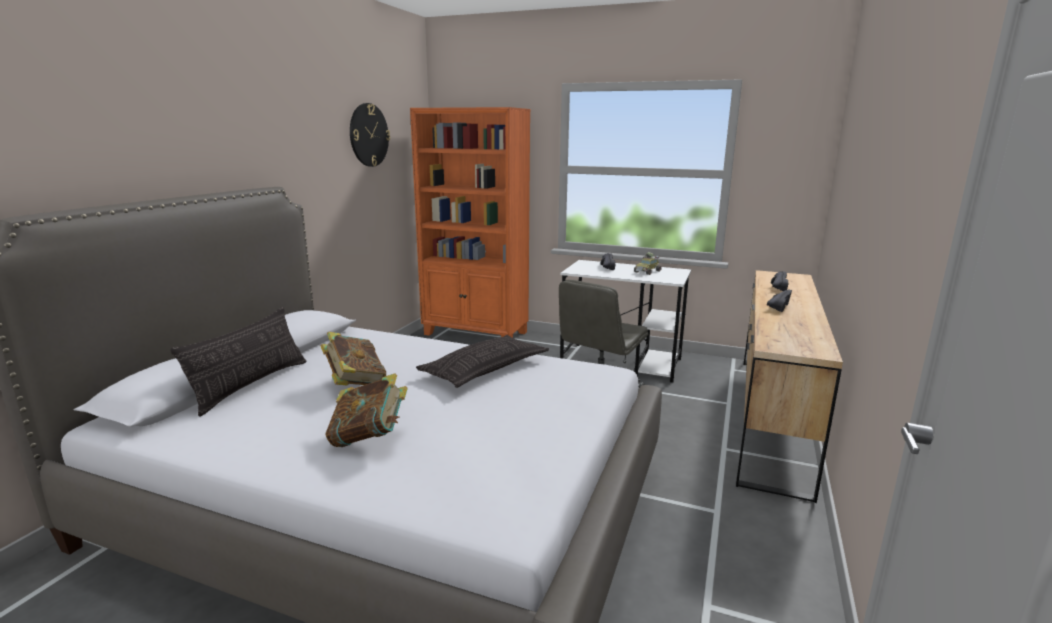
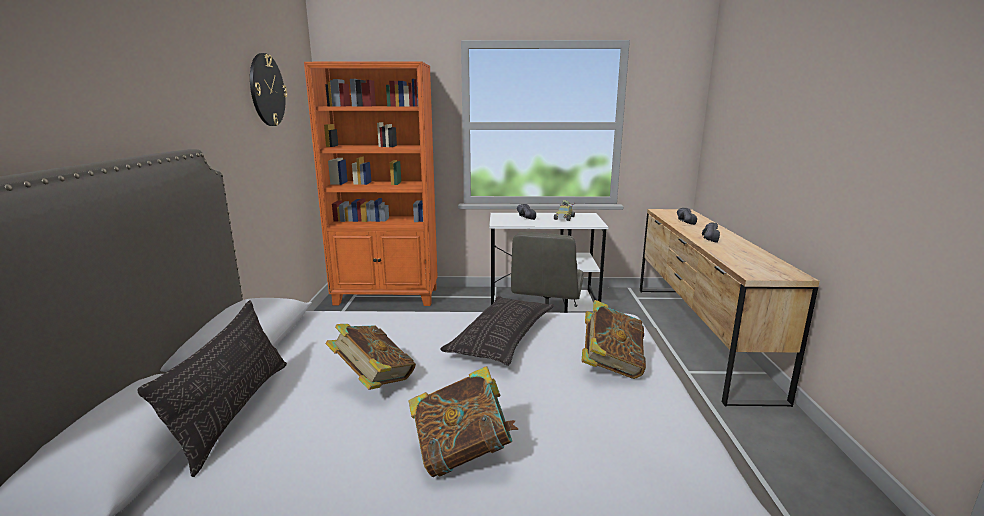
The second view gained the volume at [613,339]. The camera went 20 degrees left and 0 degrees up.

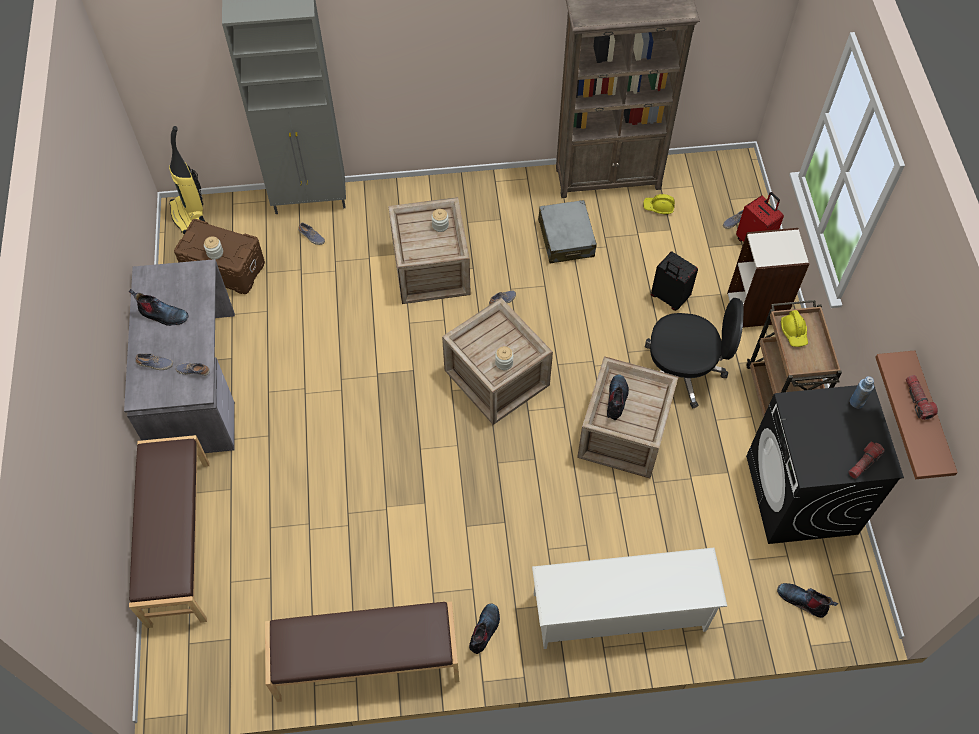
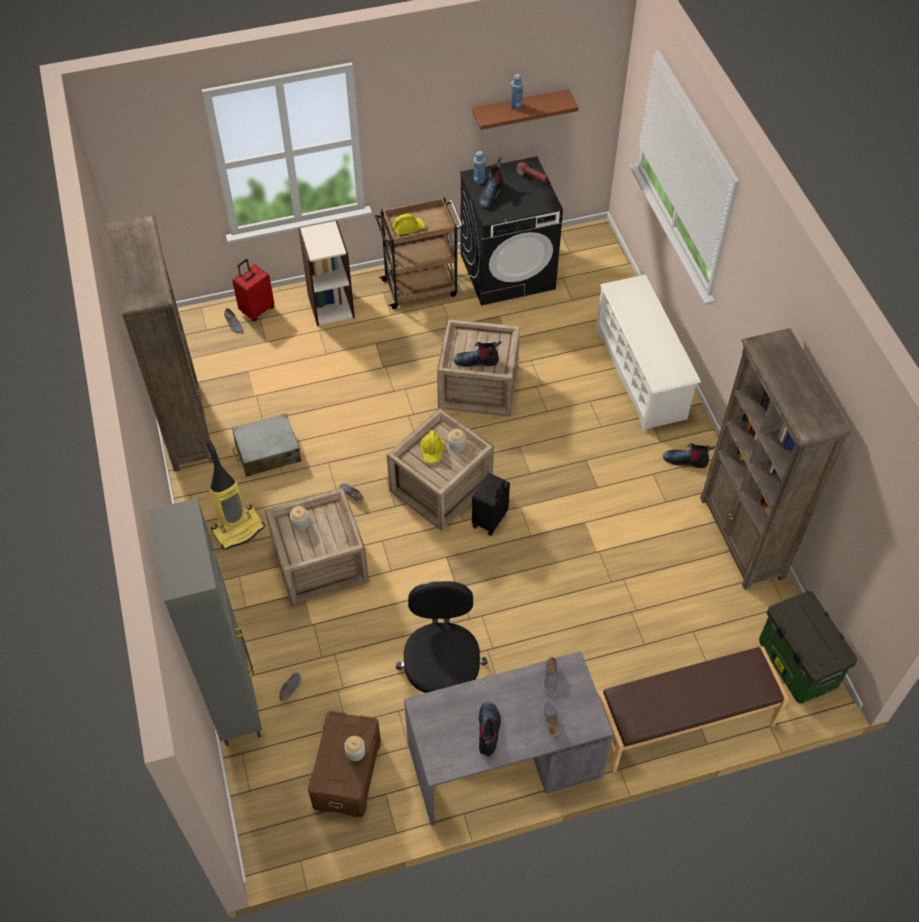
The vacuum cleaner ended up elsewhere, having gone from [187,180] to [235,495]. The desk chair/blackish ended up elsewhere, having gone from [694,353] to [442,637]. The hard hat/yellow ended up elsewhere, having gone from [659,204] to [432,447]. The piece of luggage/blackish ended up elsewhere, having gone from [674,281] to [491,504]. The boot ended up elsewhere, having gone from [807,600] to [490,182]. Where the torch stood at [922,397], the bottle/blue came to stand at [516,92]. Where the long seat/brown stood at [362,651], the bookcase/brown came to stand at [775,459]. The second view gained the storage box at [808,647]. The camera went 100 degrees left and 5 degrees down.

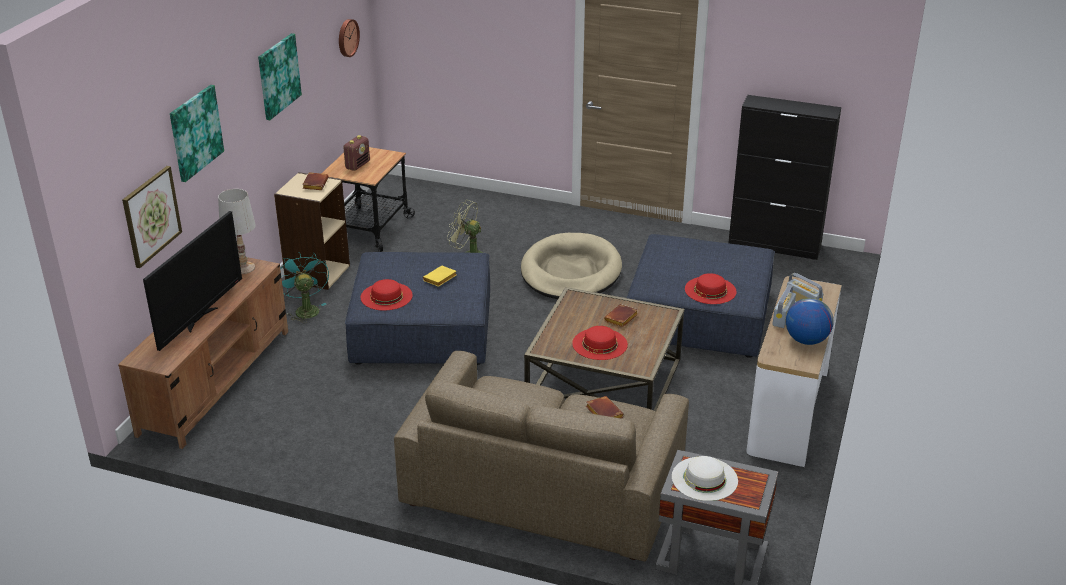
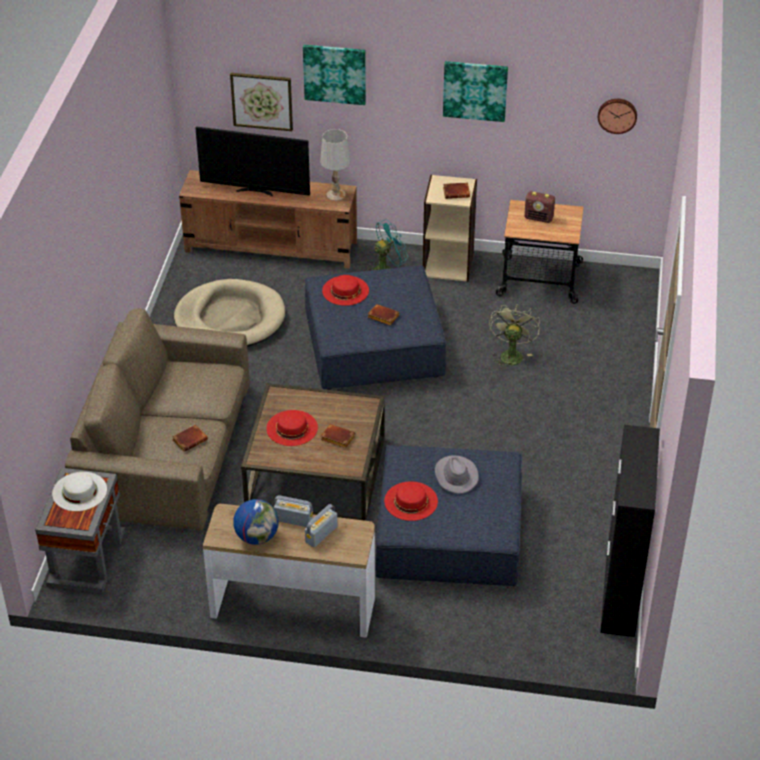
The dog cushion/beige ended up elsewhere, having gone from [571,266] to [229,312]. What was the volume/yellow at [439,276] turned into the volume/brown at [383,314]. The second view gained the wearable hat/grey at [457,475]. The camera went 80 degrees right and 10 degrees up.

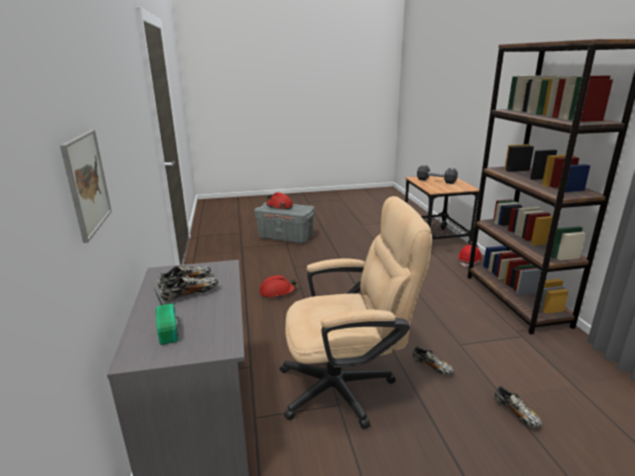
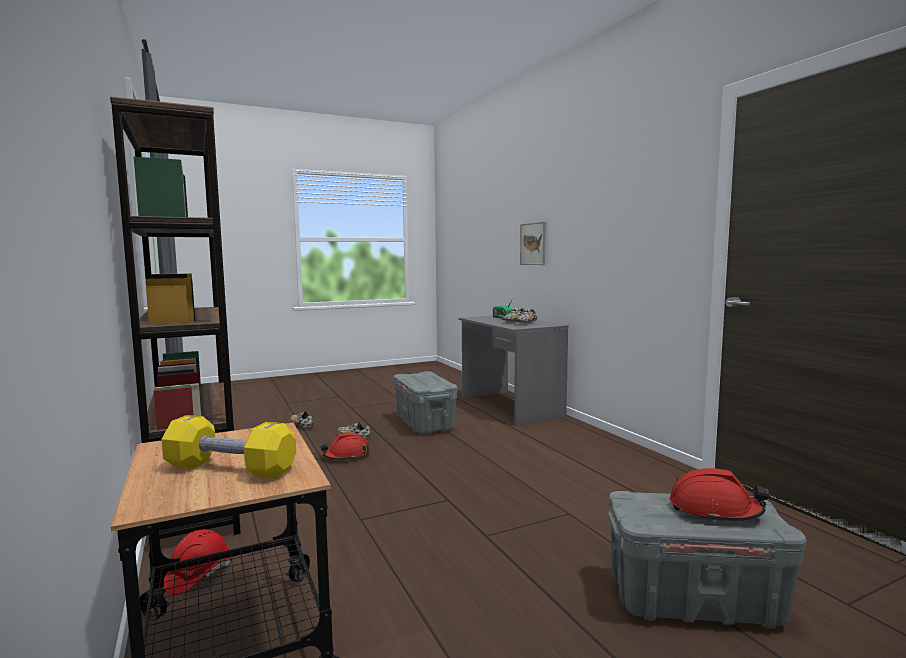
What was the dumbbell/blackish at [437,174] turned into the dumbbell/yellow at [228,447]. The hard hat/red ended up elsewhere, having gone from [278,287] to [345,446]. Where the desk chair/beige stood at [356,312], the storage box/grey came to stand at [426,402]. The camera went 165 degrees right and 15 degrees down.

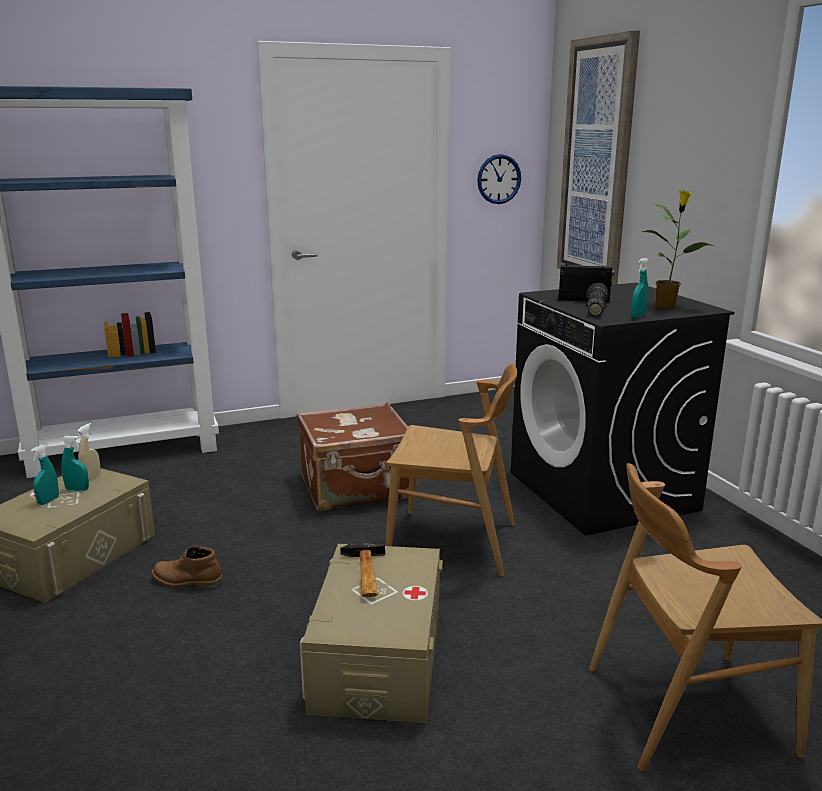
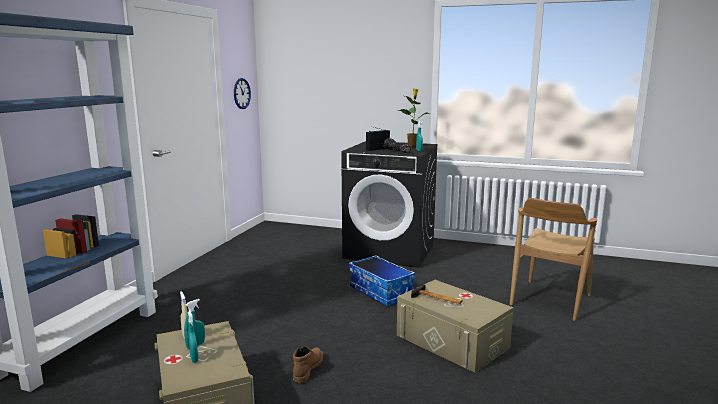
The boot/brown at [187,567] ended up facing another way, 150 degrees clockwise from before. Where the upright chair/brown stood at [451,469], the storage box came to stand at [382,280]. The second view lost the piece of luggage/brown at [353,456]. The second view lost the picture at [598,157]. The camera went 50 degrees left and 5 degrees down.

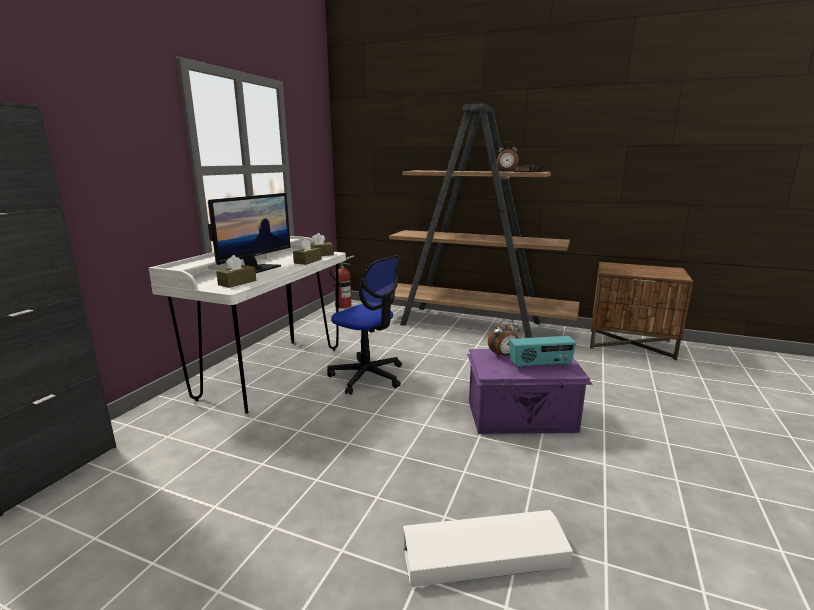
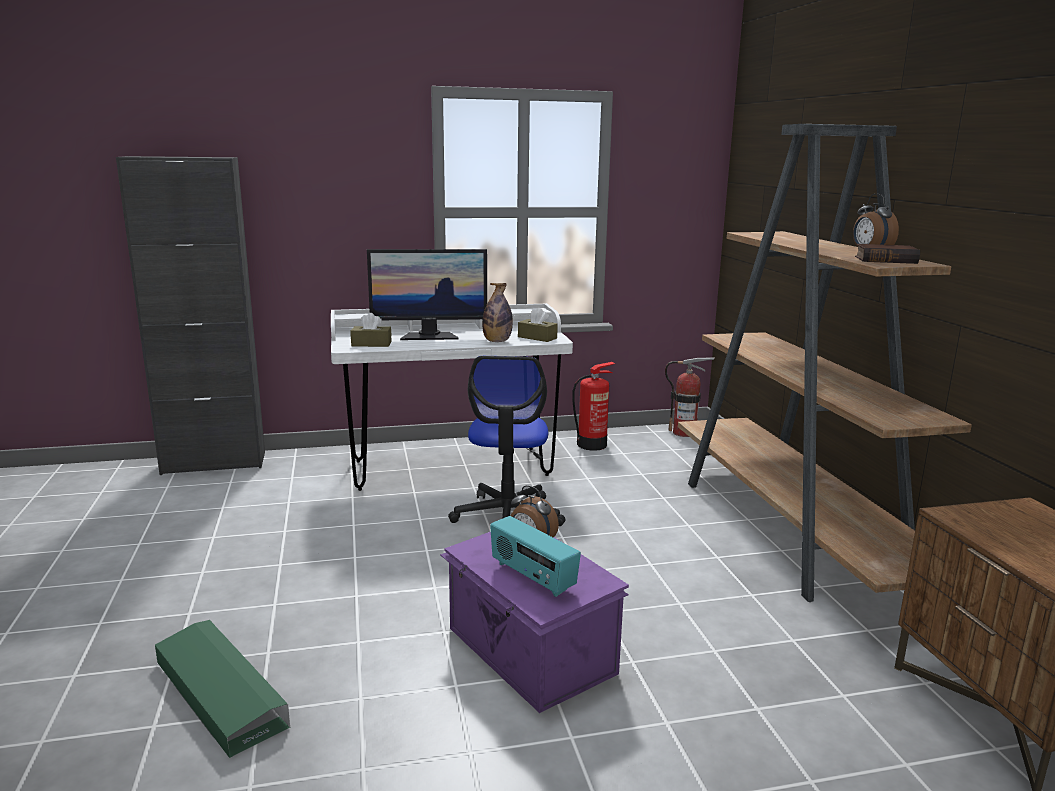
What was the storage box/white-coloured at [488,549] turned into the storage box/greenish at [222,689]. Where the tissue holder/brown stood at [307,251], the bottle came to stand at [497,312]. The second view gained the fire-fighting cylinder at [593,406]. The camera went 55 degrees right and 0 degrees up.

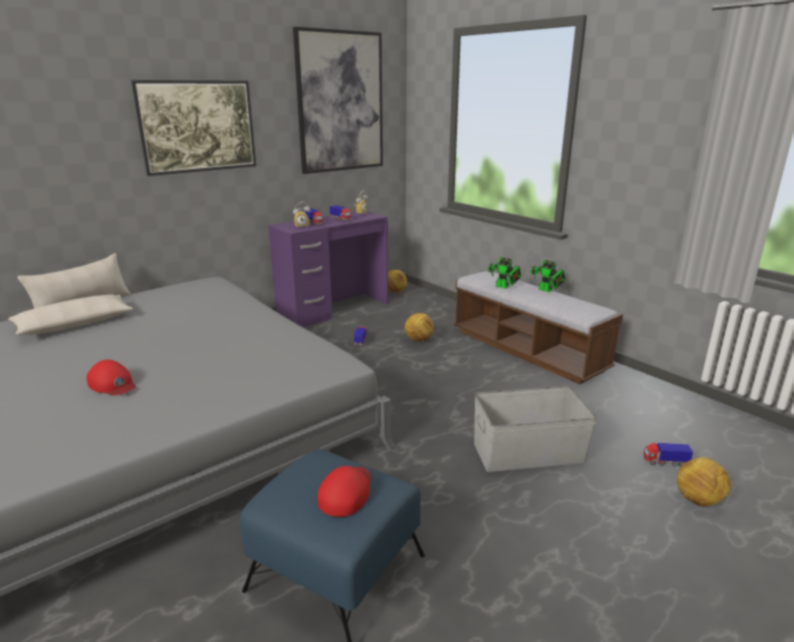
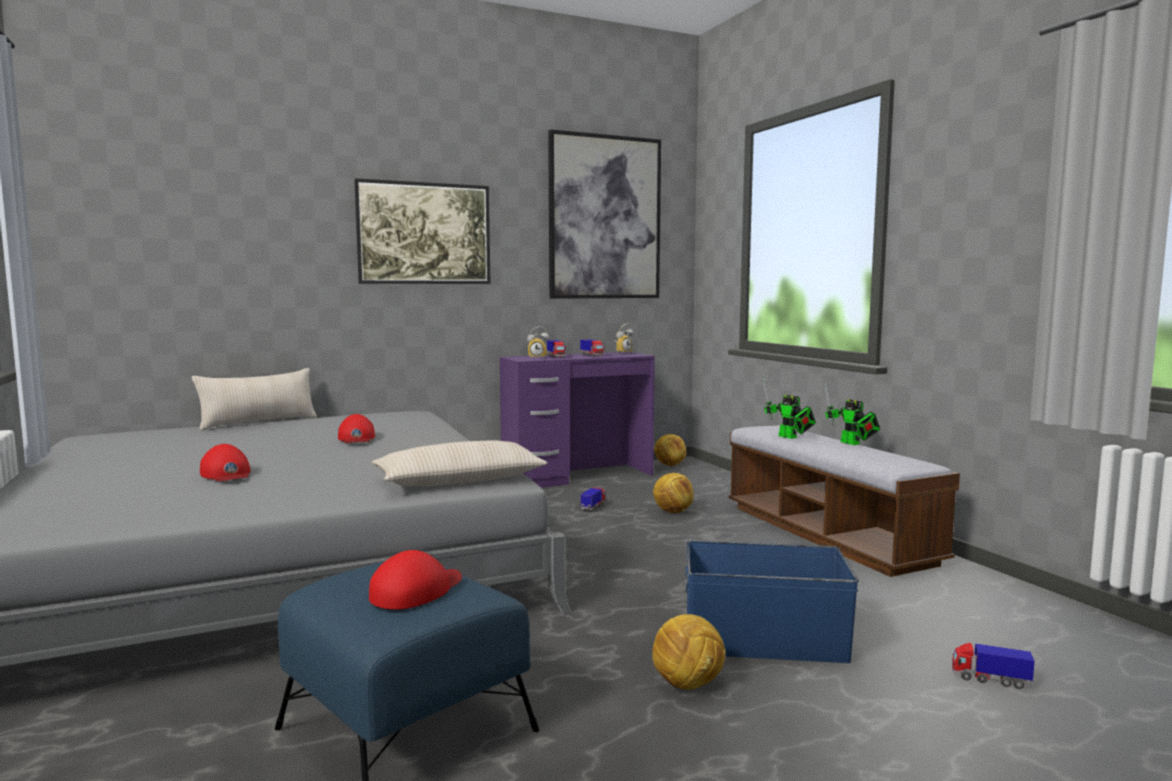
The second view gained the cap/red at [356,428]. The pillow/beige ended up elsewhere, having gone from [70,315] to [460,463]. The football ball ended up elsewhere, having gone from [704,481] to [689,652]. What was the storage box/grey at [535,429] turned into the storage box/blue at [772,602]. The camera went 15 degrees right and 15 degrees down.

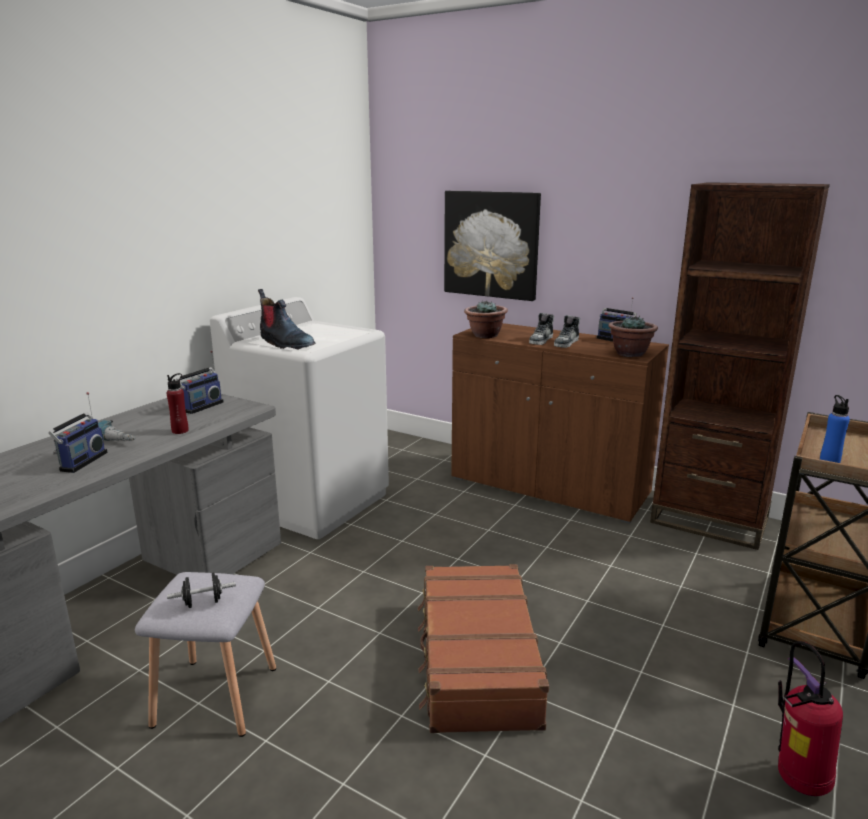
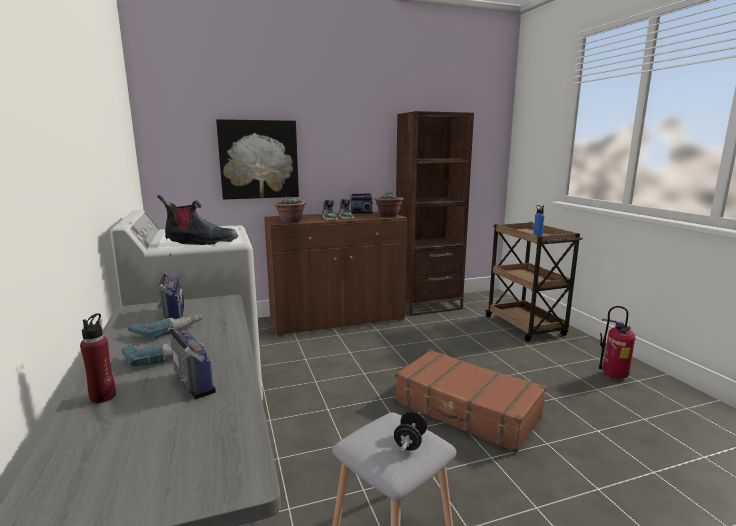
The bottle/red ended up elsewhere, having gone from [177,403] to [98,358]. The second view gained the power drill at [165,326]. The camera went 50 degrees left and 5 degrees down.

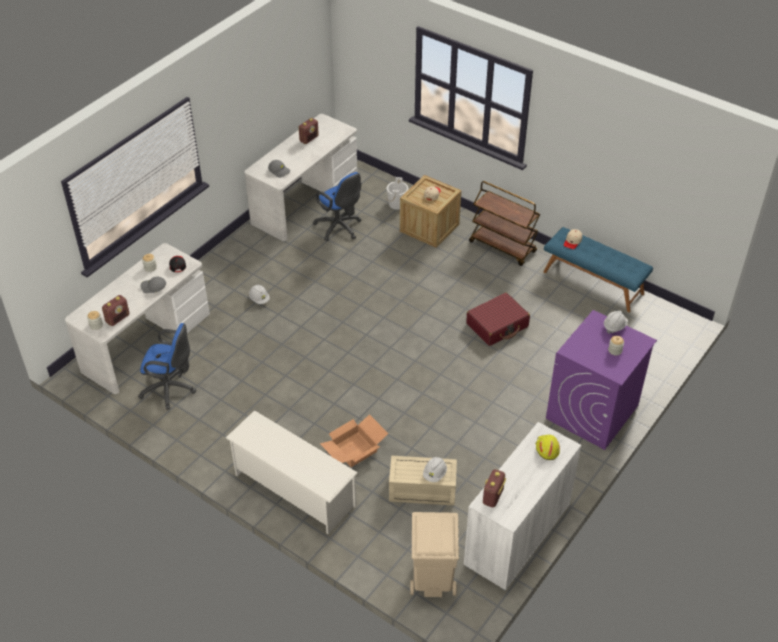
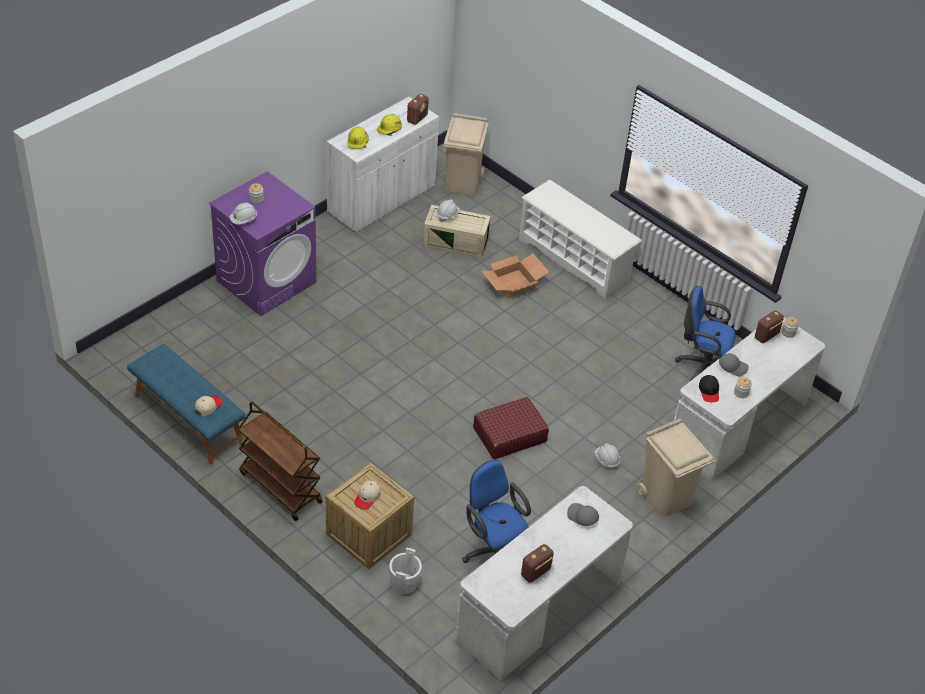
The second view gained the hard hat/yellow at [389,125]. The piece of luggage/red ended up elsewhere, having gone from [498,319] to [511,428]. The second view gained the trash can/beige at [676,467]. The camera went 175 degrees left and 0 degrees up.

